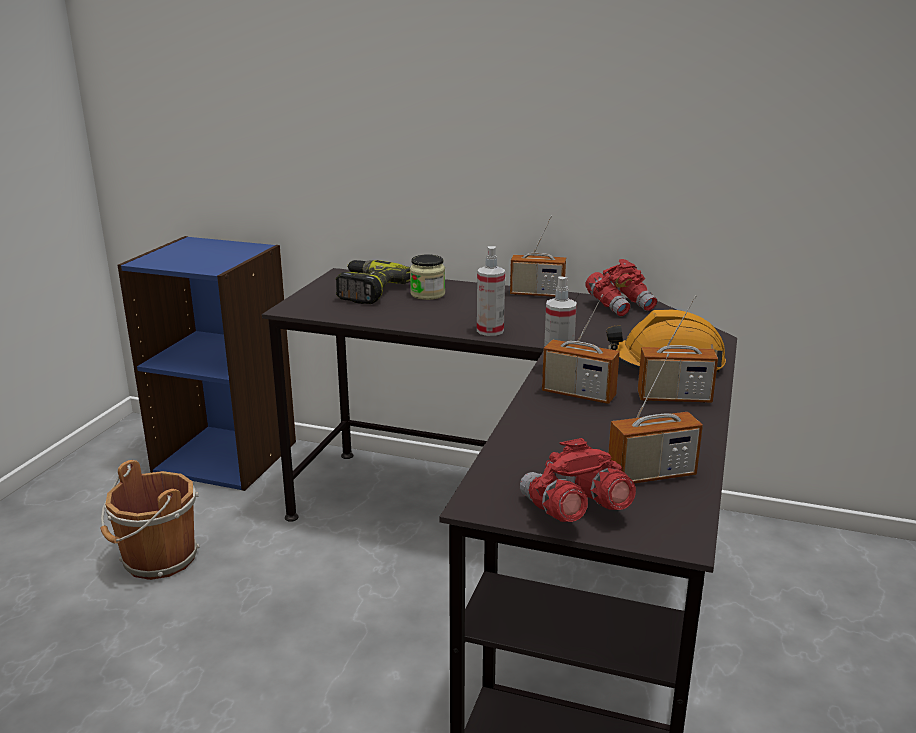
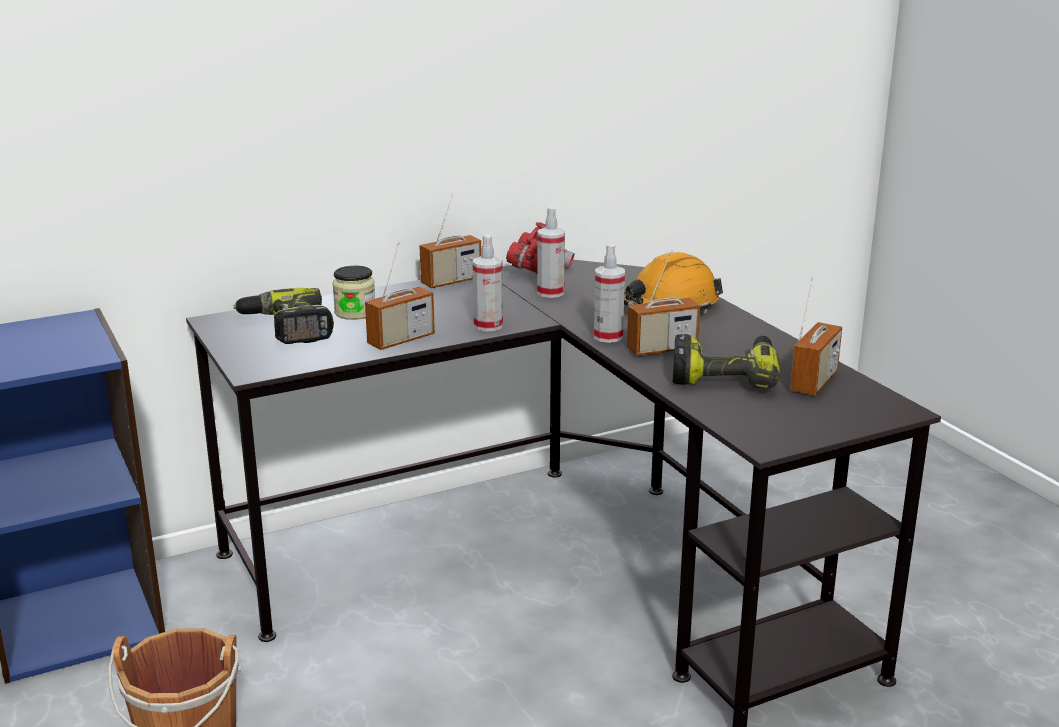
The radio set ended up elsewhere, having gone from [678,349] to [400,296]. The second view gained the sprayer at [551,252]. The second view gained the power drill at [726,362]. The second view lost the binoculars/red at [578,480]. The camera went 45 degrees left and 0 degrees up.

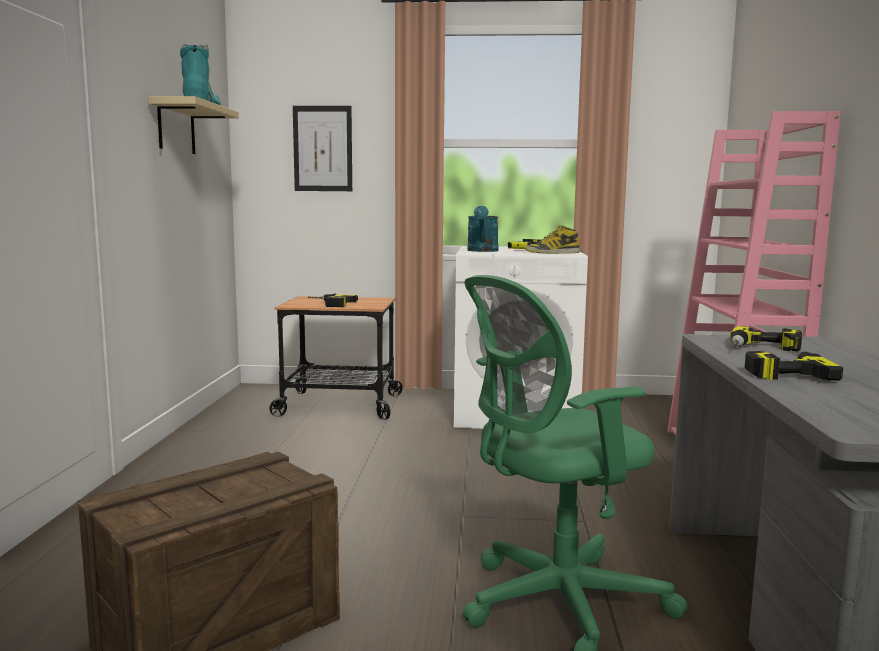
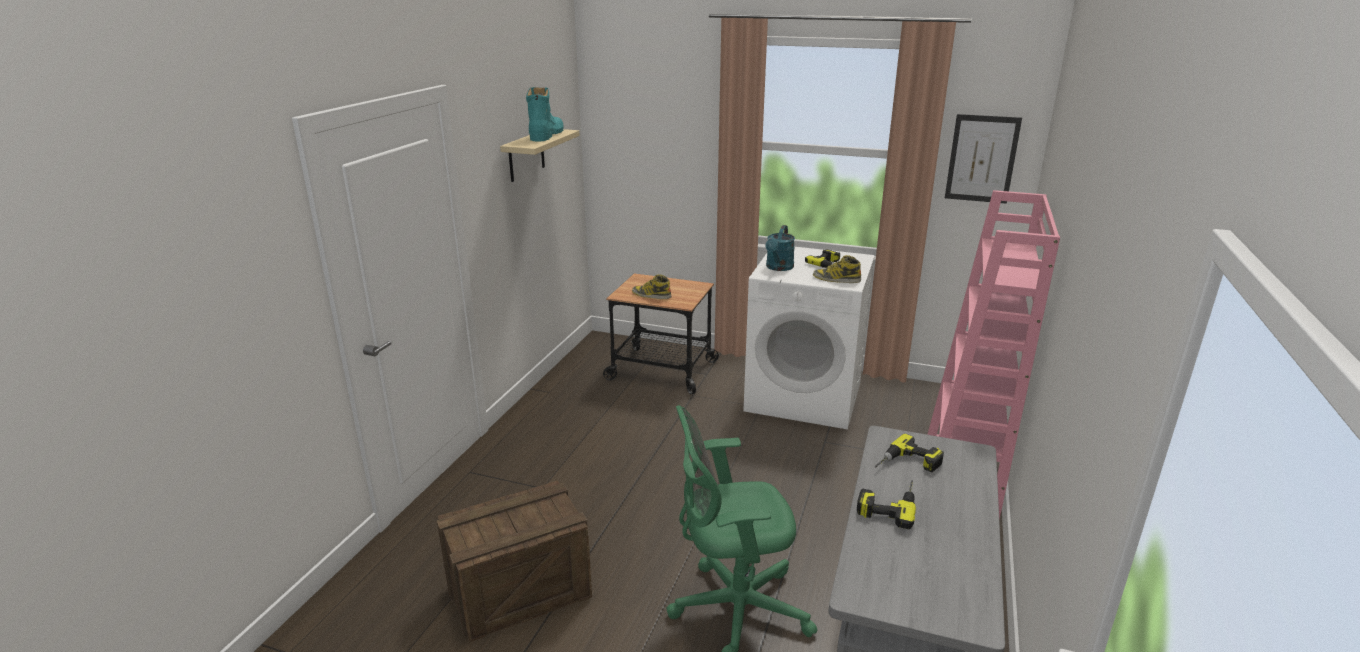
Where the power drill stood at [332,300], the boot came to stand at [652,287]. The picture ended up elsewhere, having gone from [322,148] to [983,159]. The camera went 15 degrees right and 15 degrees up.

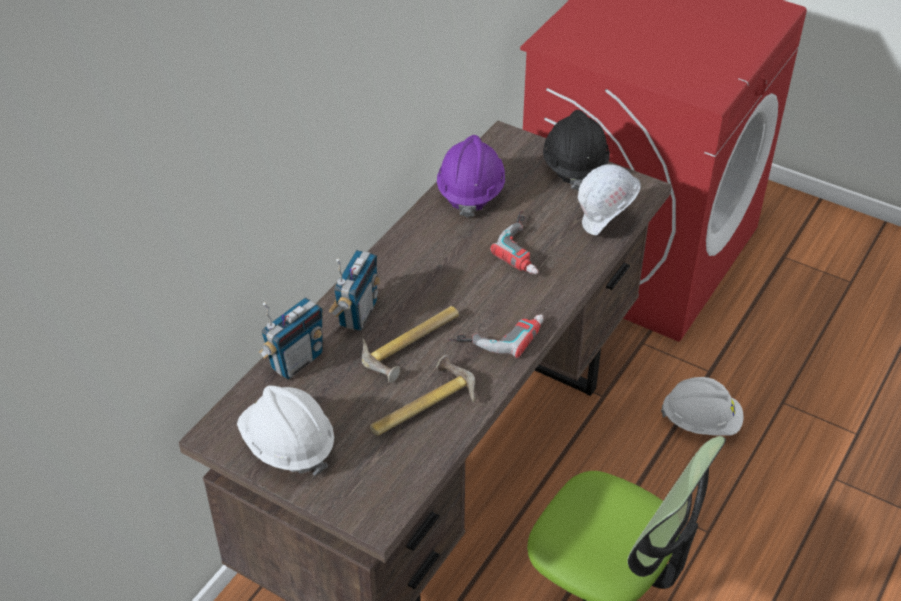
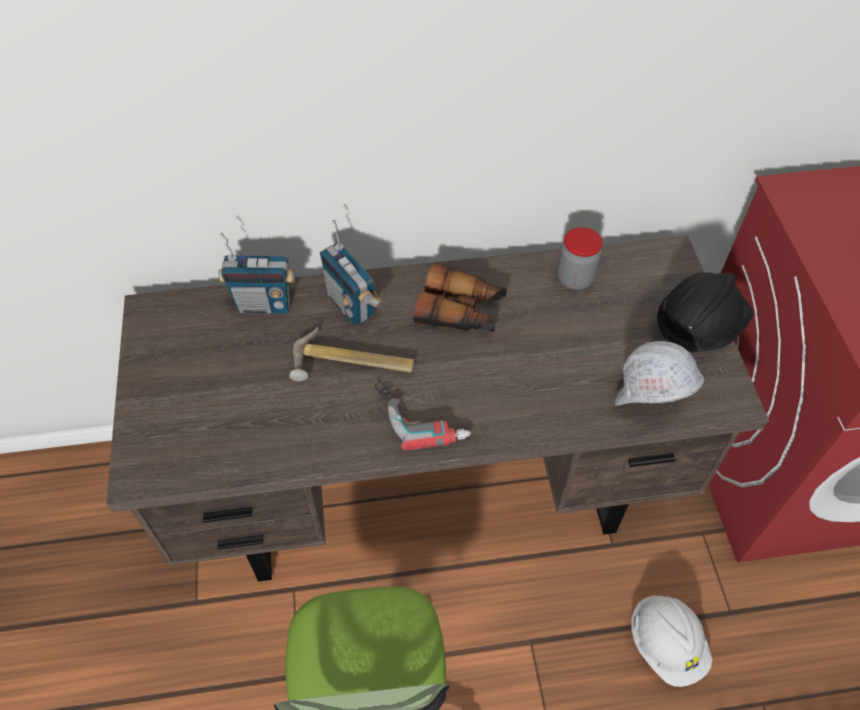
The radio set at [354,290] ended up facing another way, 75 degrees clockwise from before. The second view gained the binoculars at [460,297]. Where the hard hat/purplish stood at [471,176], the preserve jar came to stand at [580,258]. The second view lost the hard hat/white-coloured at [285,431]. The second view lost the hand hammer at [422,395]. The second view lost the power drill at [515,242]. The camera went 50 degrees right and 10 degrees up.

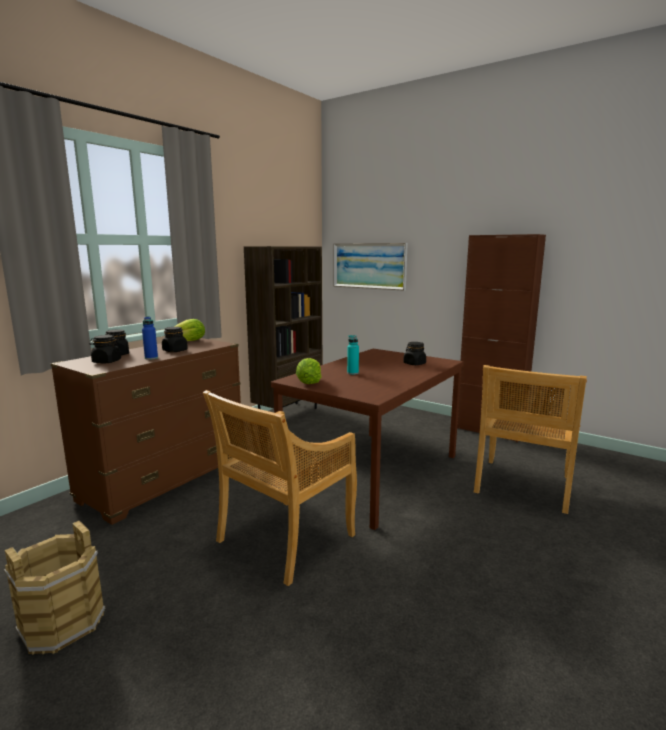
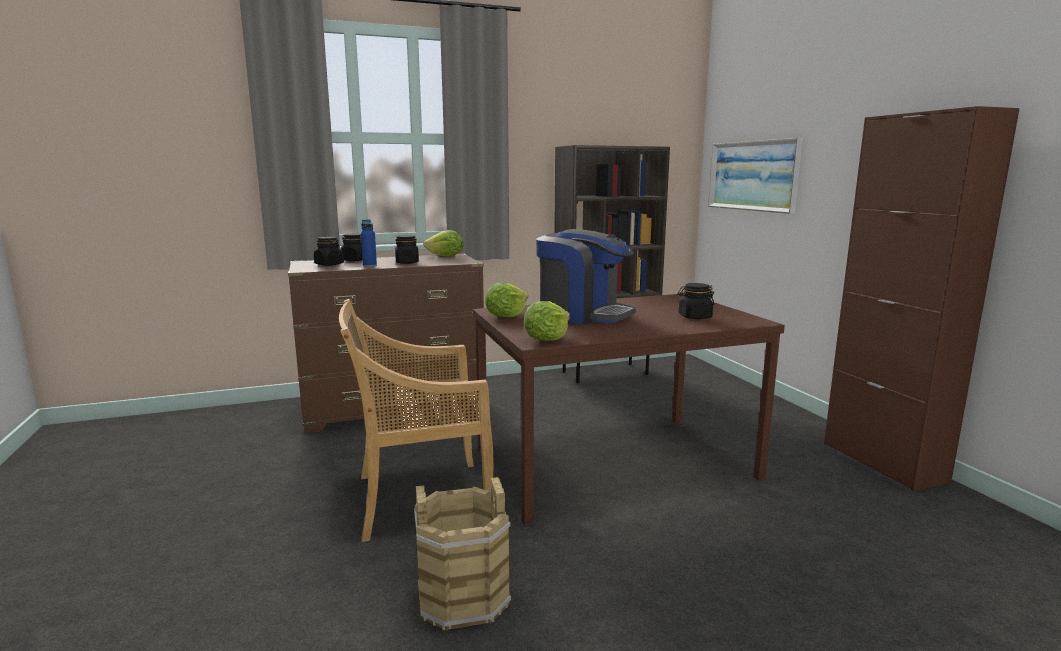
The water bucket/brown ended up elsewhere, having gone from [54,588] to [462,554]. The second view gained the lettuce head at [546,321]. Where the bottle/blue-green stood at [353,355], the coffee machine came to stand at [586,277]. The second view lost the upright chair/beige at [530,439]. The camera went 35 degrees right and 0 degrees up.

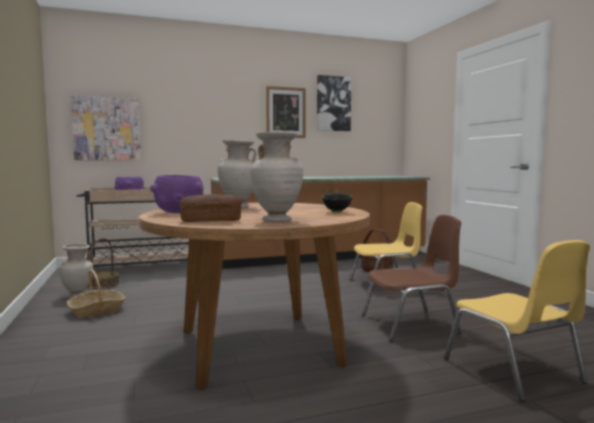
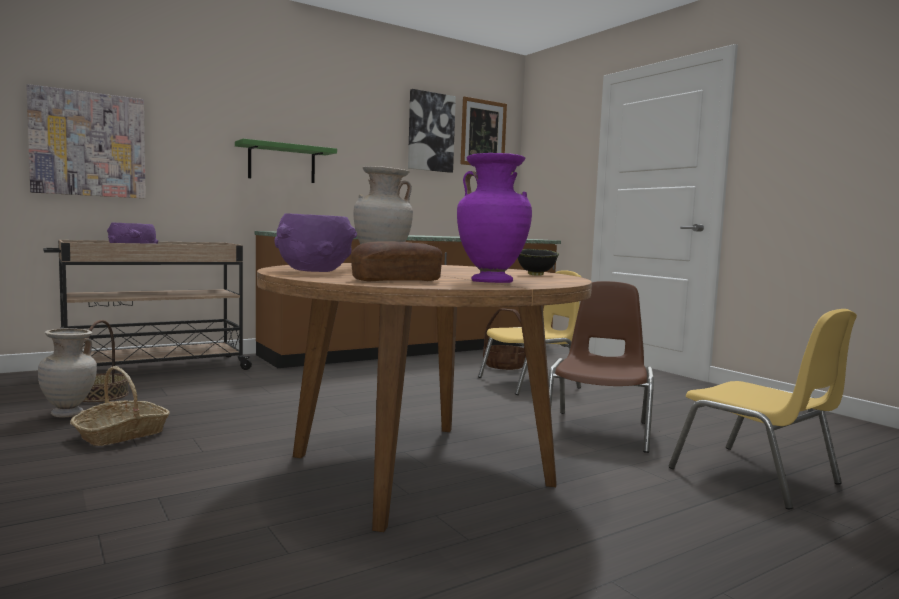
The second view gained the wall shelf/greenish at [286,160]. What was the flower vase/beige at [276,177] turned into the flower vase/purplish at [494,218]. The picture ended up elsewhere, having gone from [286,112] to [483,130]. The upright chair/brown at [412,278] ended up facing another way, 45 degrees counterclockwise from before. The camera went 15 degrees left and 0 degrees up.

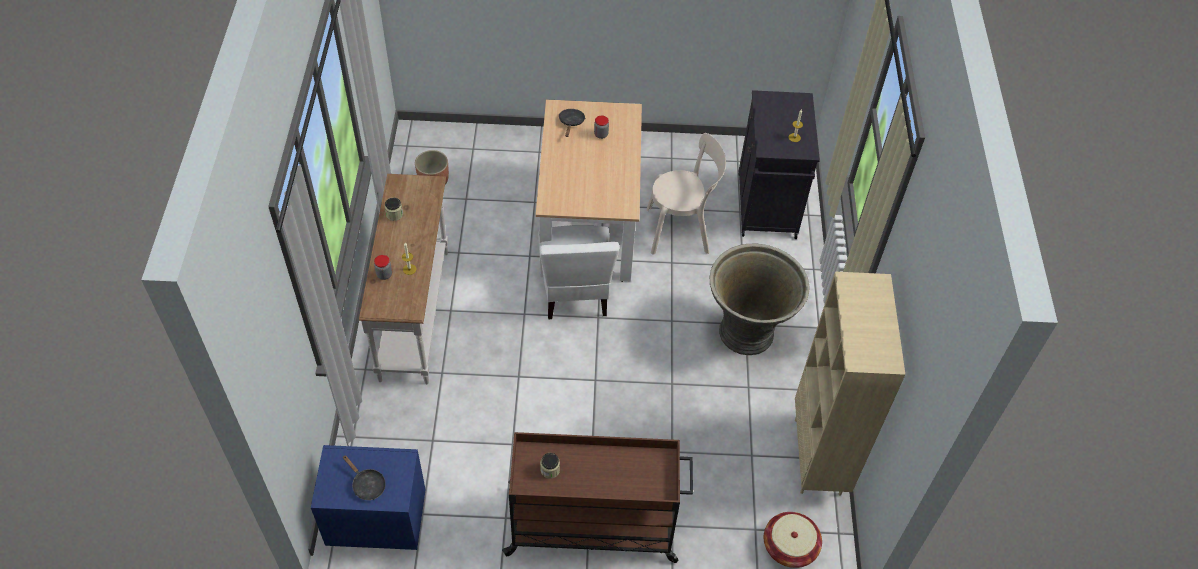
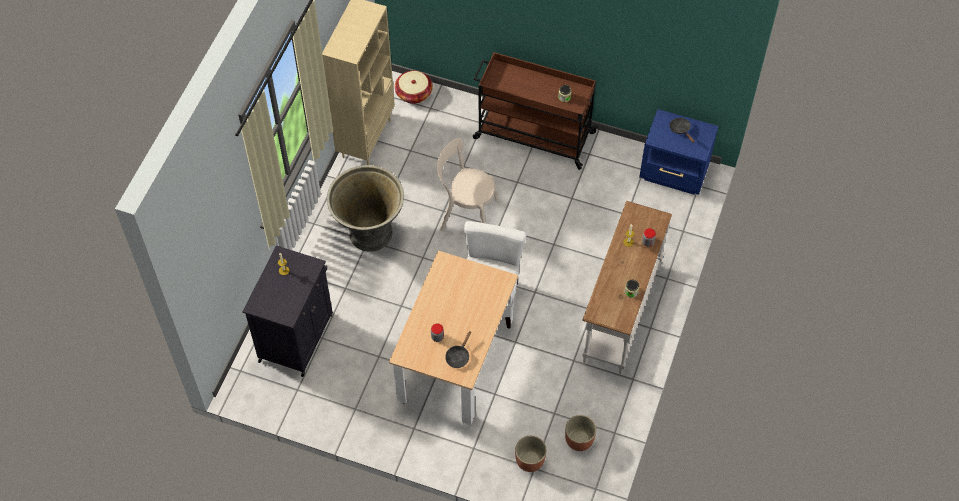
The upright chair/beige ended up elsewhere, having gone from [686,194] to [468,184]. The second view gained the flower pot at [530,454]. The camera went 160 degrees left and 5 degrees up.

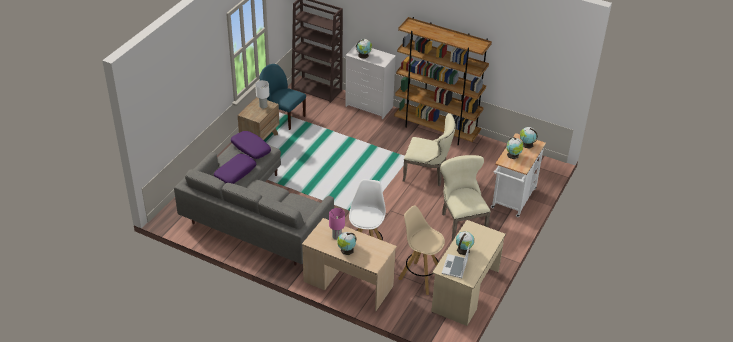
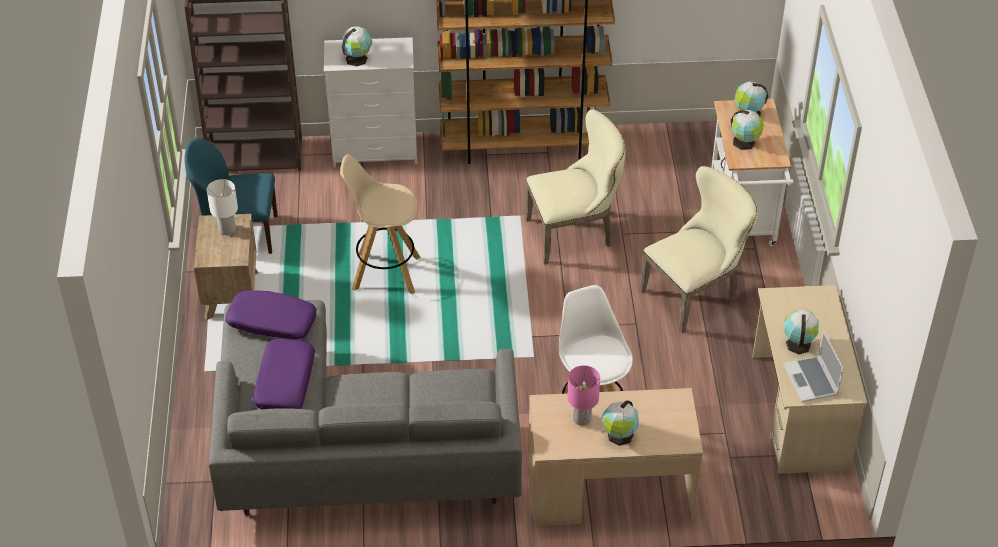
The stool/beige ended up elsewhere, having gone from [421,250] to [380,224]. The upright chair/beige at [465,198] ended up facing another way, 105 degrees clockwise from before. The camera went 30 degrees left and 5 degrees up.

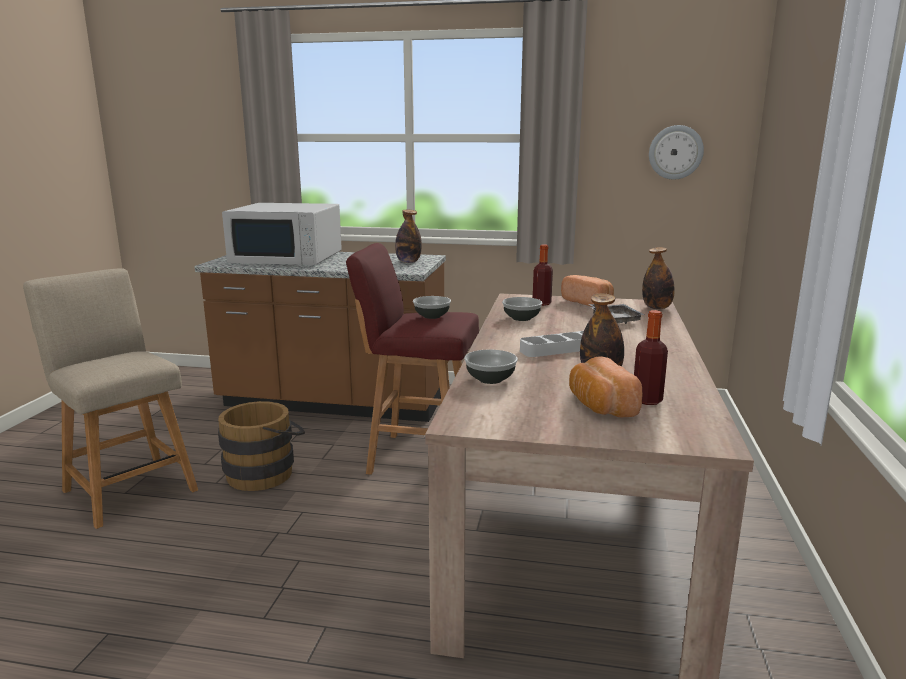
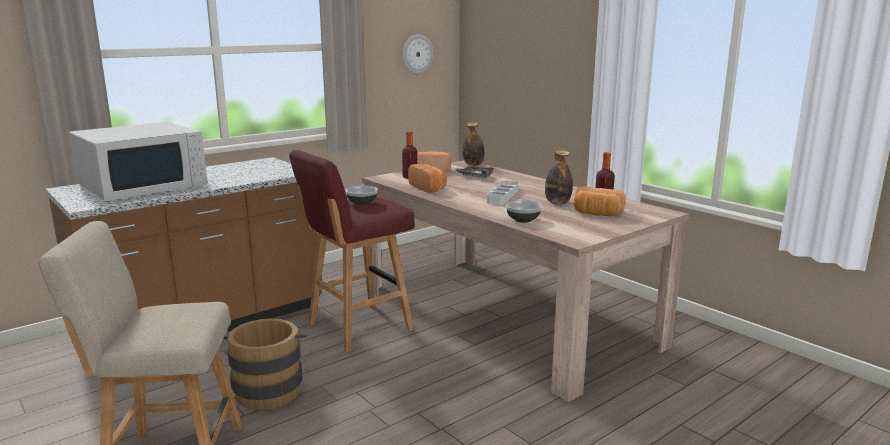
Where the bowl stood at [522,309], the bakery bread came to stand at [427,178]. The second view lost the bottle at [408,236]. The camera went 50 degrees left and 0 degrees up.

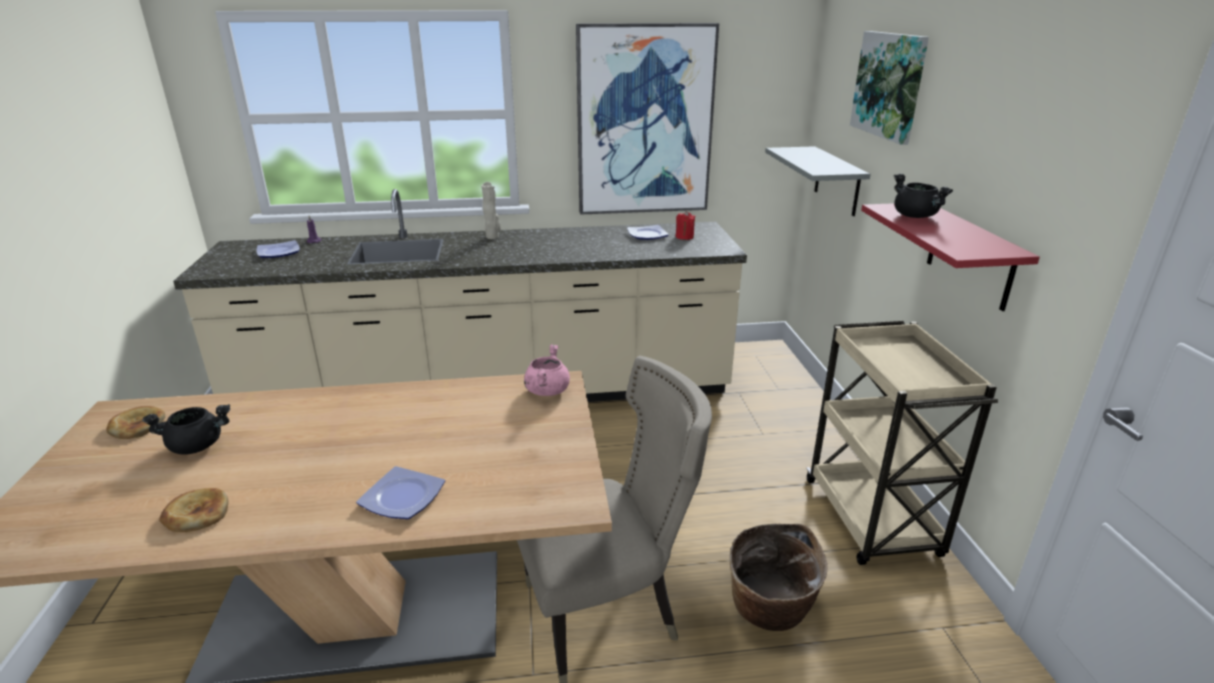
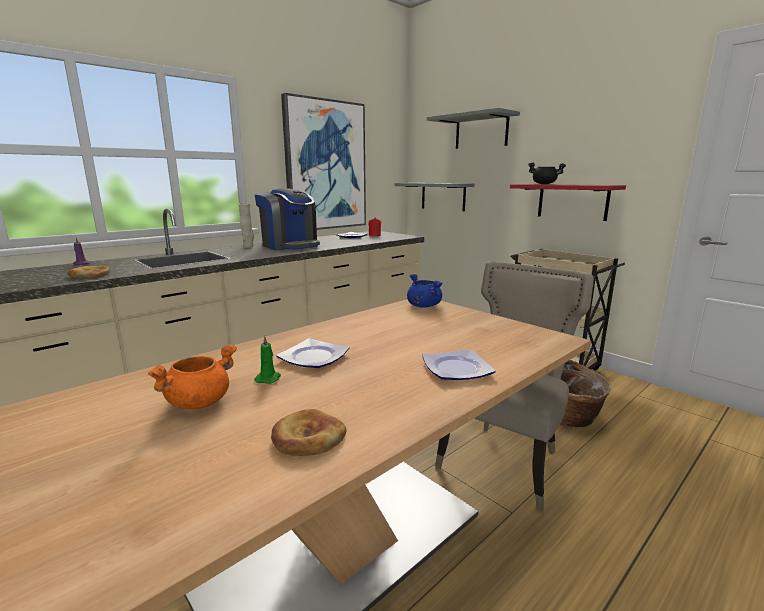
The bakery bread ended up elsewhere, having gone from [135,422] to [88,272]. What was the saucepot/blackish at [186,429] turned into the saucepot/orange at [192,376]. The second view gained the coffee machine at [287,219]. The second view gained the wax light/greenish at [268,359]. The flat dish ended up elsewhere, having gone from [278,249] to [313,353]. What was the saucepot/pinkish at [547,370] turned into the saucepot/blue at [425,291]. Where the picture hung at [889,88], the wall shelf/grey came to hang at [473,128]. The camera went 35 degrees left and 10 degrees down.

